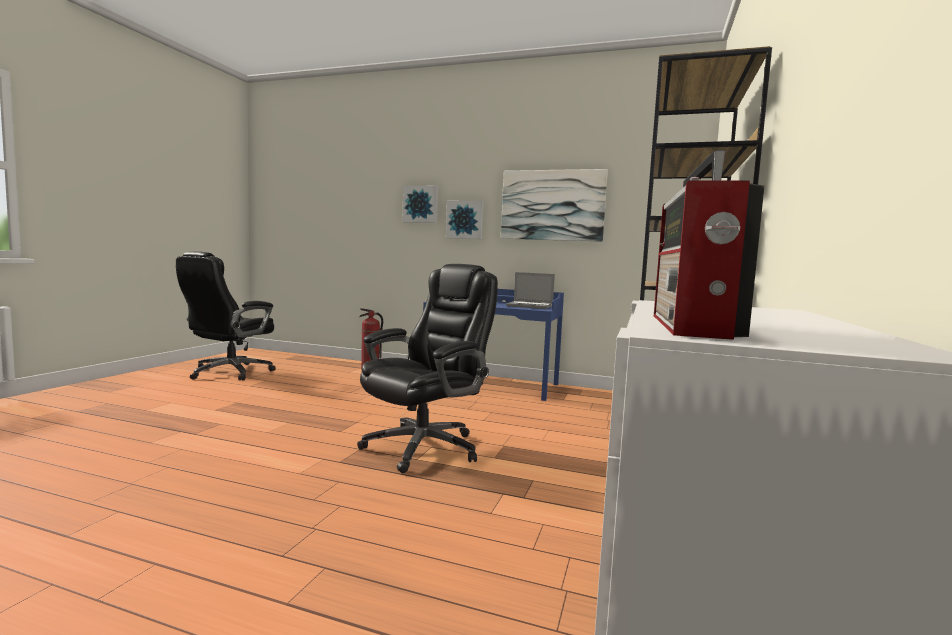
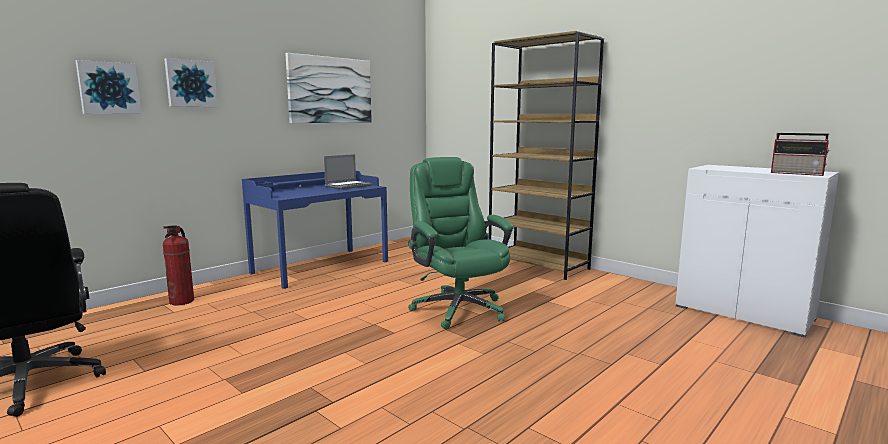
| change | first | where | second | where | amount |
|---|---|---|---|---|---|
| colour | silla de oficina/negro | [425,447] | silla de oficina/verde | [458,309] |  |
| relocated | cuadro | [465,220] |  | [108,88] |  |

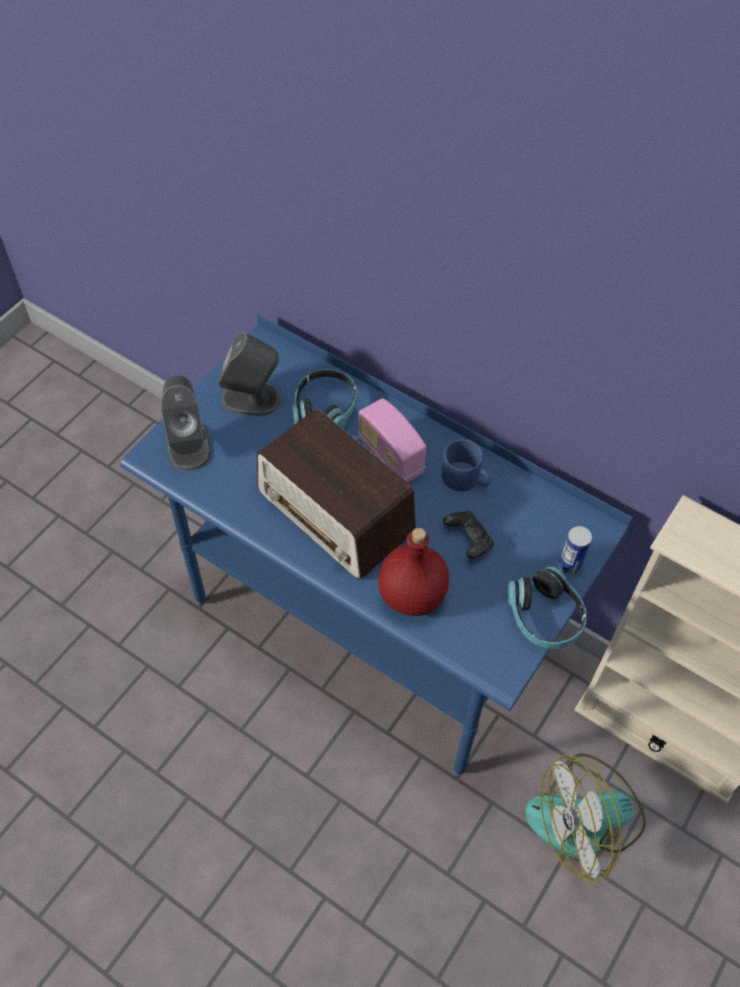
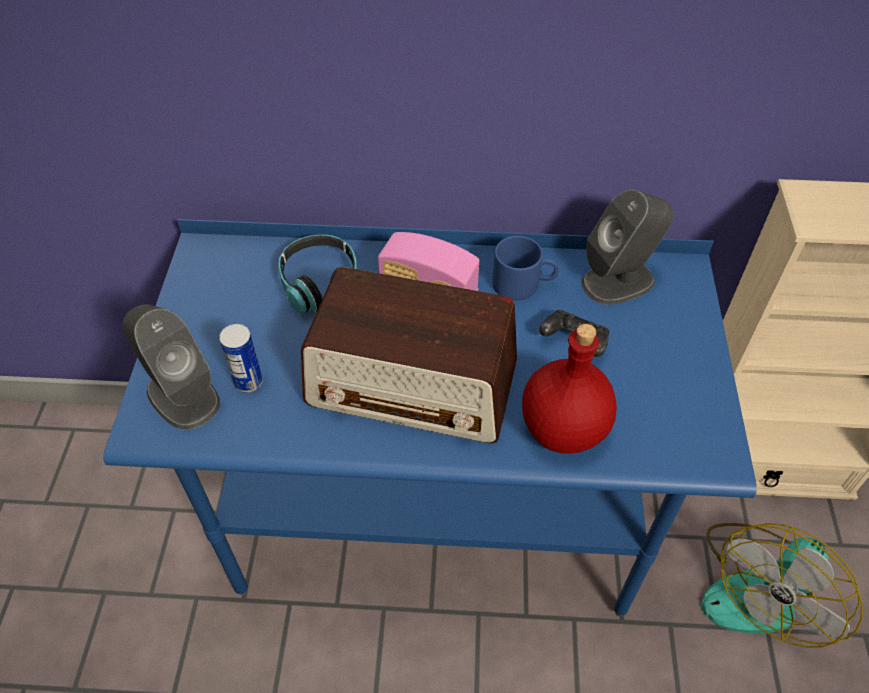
| change | first | where | second | where | amount |
|---|---|---|---|---|---|
| relocated | altavoz/gris | [252,399] |  | [618,281] |  |
| missing | auriculares | [545,616] |  |  |  |
| relocated | lata | [569,566] |  | [248,382] |  |

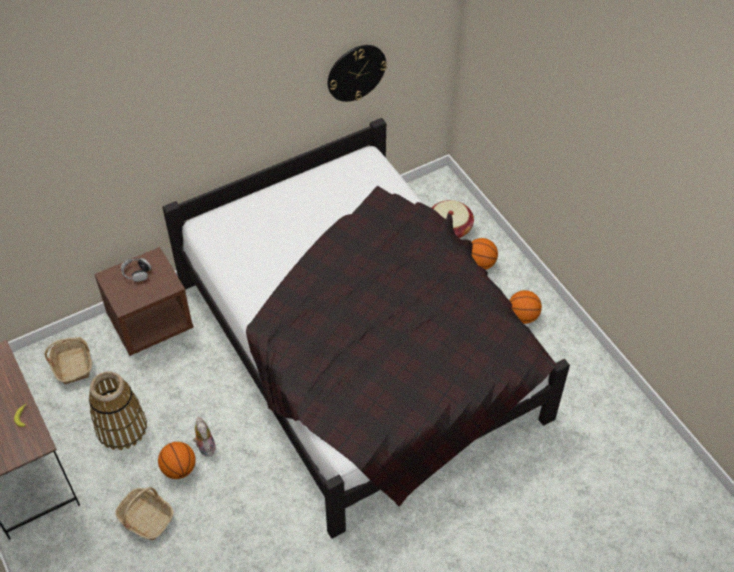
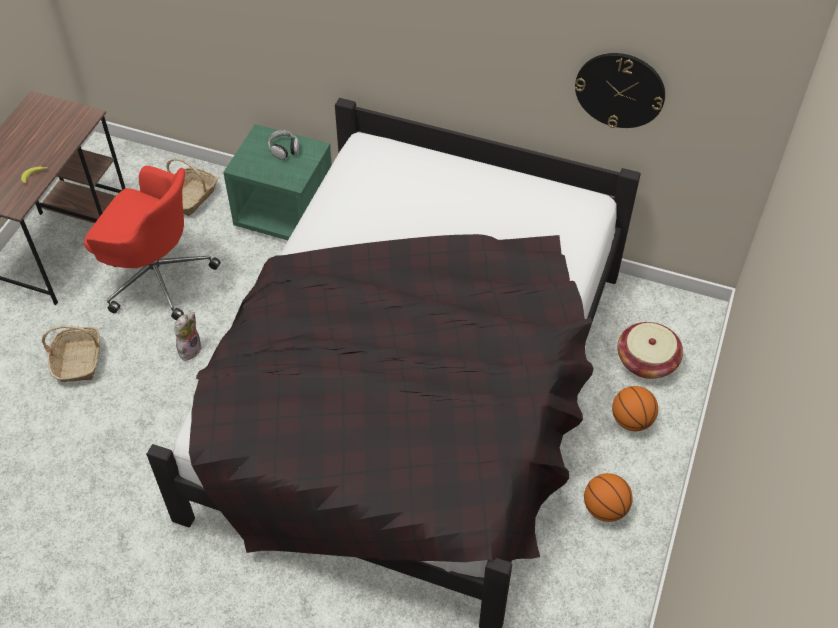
| change | first | where | second | where | amount |
|---|---|---|---|---|---|
| exchanged | cesta | [122,428] | silla de oficina/rojo | [156,276] |  |
| colour | mesita de noche/marrón | [151,322] | mesita de noche/verde | [285,214] |  |
| missing | balón de baloncesto | [179,469] |  |  |  |

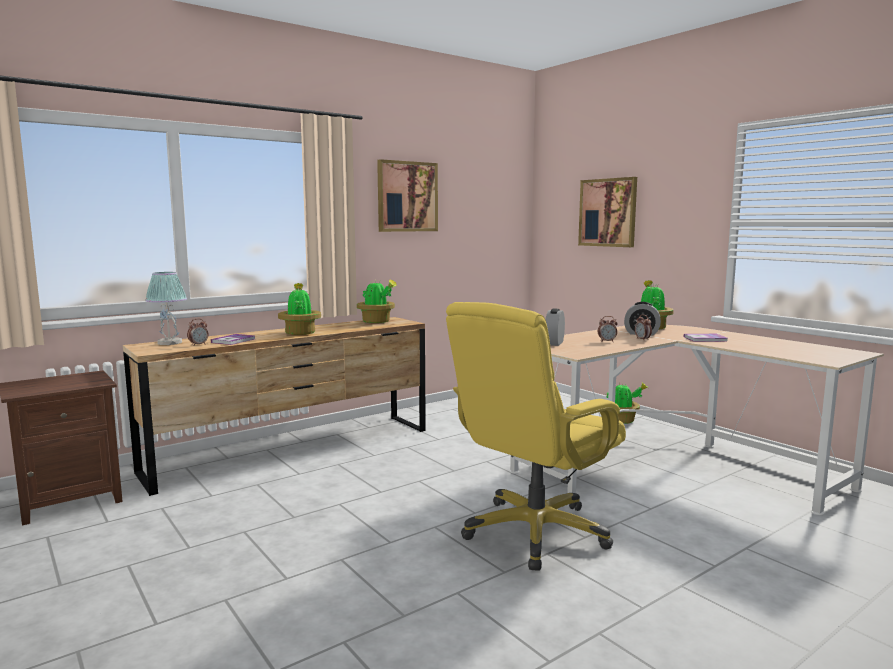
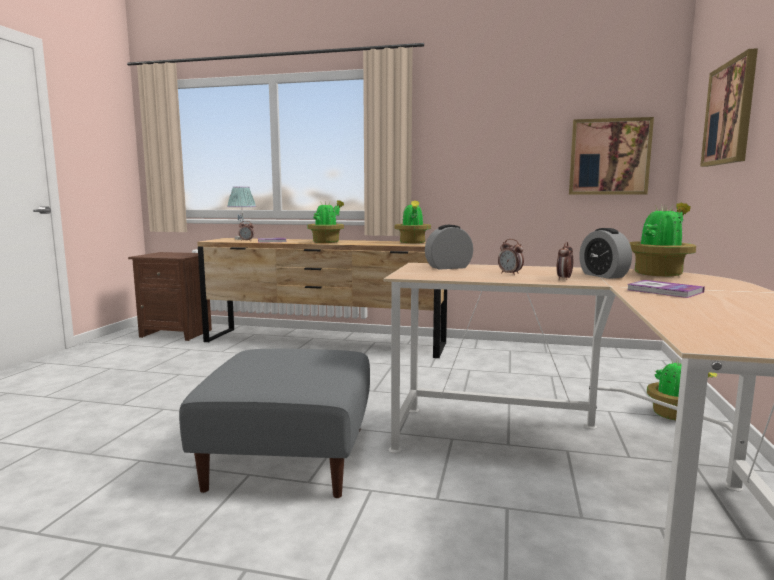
| change | first | where | second | where | amount |
|---|---|---|---|---|---|
| relocated | cuadro | [407,196] |  | [609,157] |  |
| exchanged | silla de oficina/amarillo | [535,532] | puf/gris | [288,457] |  |

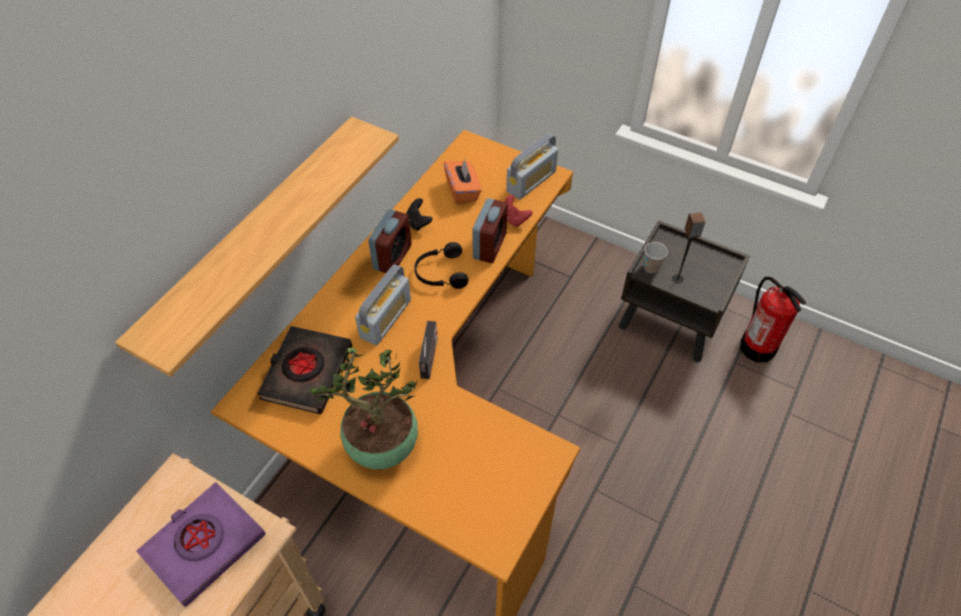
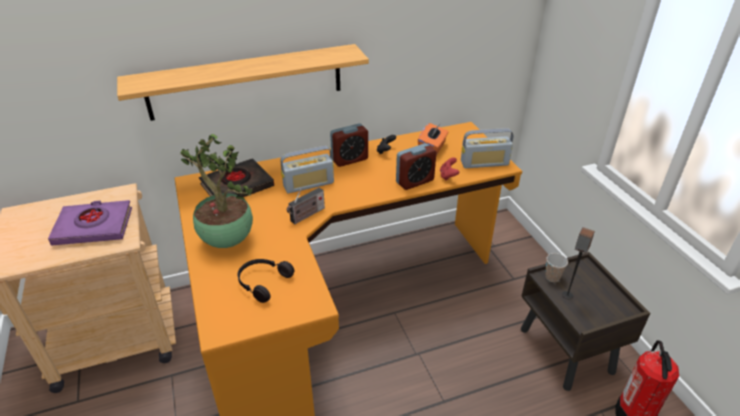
| change | first | where | second | where | amount |
|---|---|---|---|---|---|
| relocated | auriculares/negro | [440,273] |  | [262,282] |  |

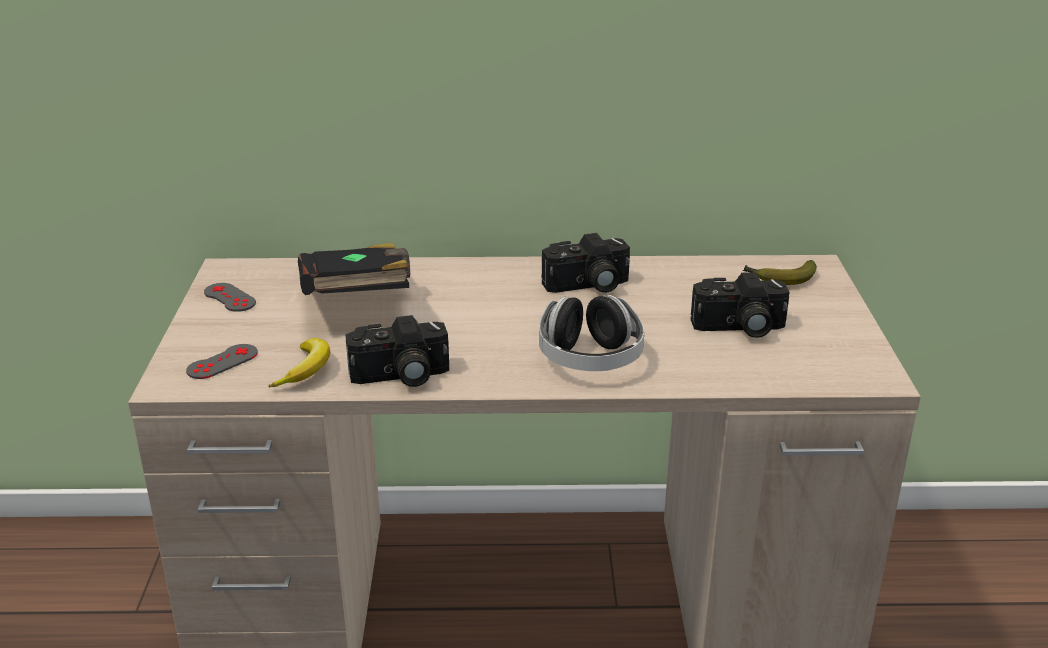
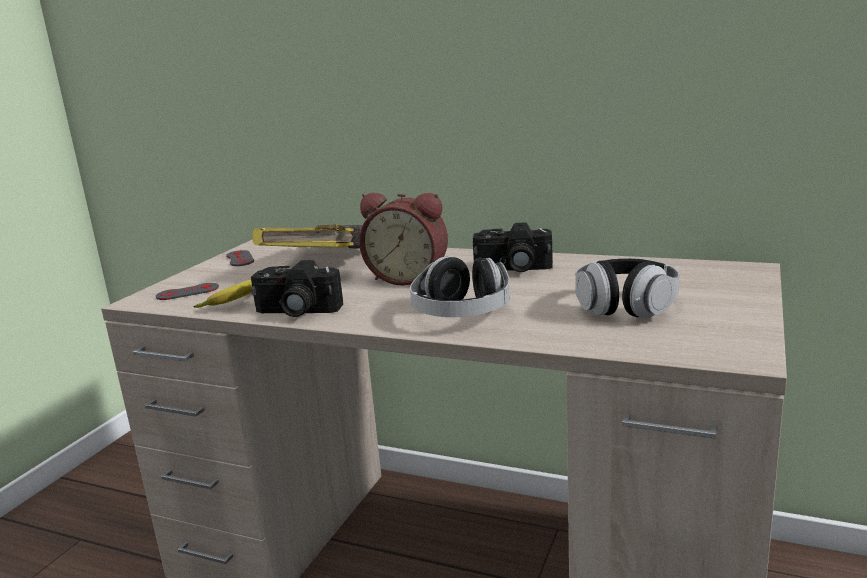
| change | first | where | second | where | amount |
|---|---|---|---|---|---|
| colour | libro/negro | [357,298] | libro/amarillo | [324,264] |  |
| exchanged | cámara | [739,328] | auriculares | [625,306] |  |
| missing | plátano | [780,279] |  |  |  |
| appeared |  |  | despertador | [409,278] |  |

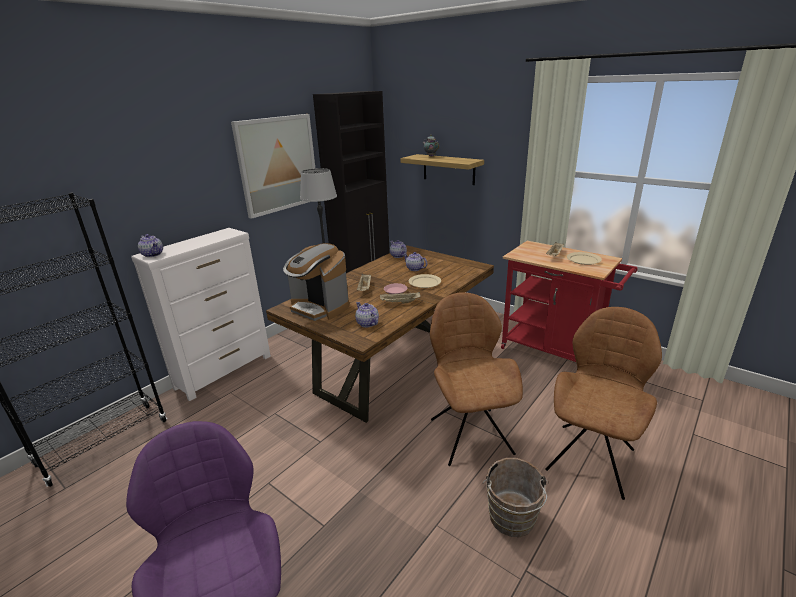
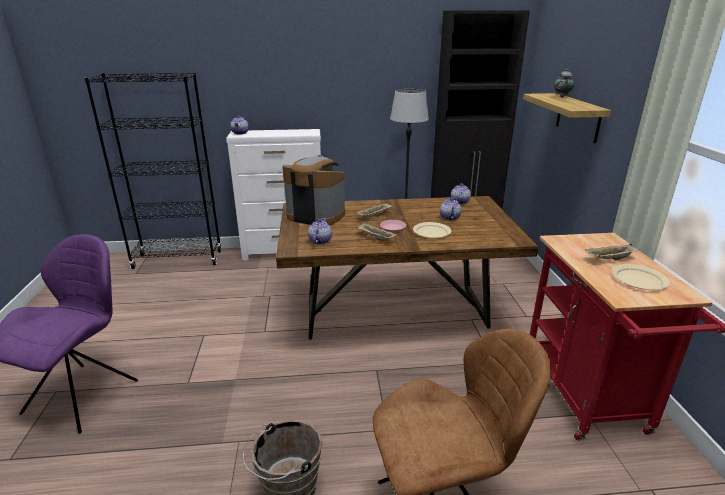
| change | first | where | second | where | amount |
|---|---|---|---|---|---|
| missing | cuadro | [278,164] |  |  |  |
| spun | cafetera | [319,307] |  | [315,215] | 120 degrees clockwise |
| missing | silla/marrón | [470,434] |  |  |  |

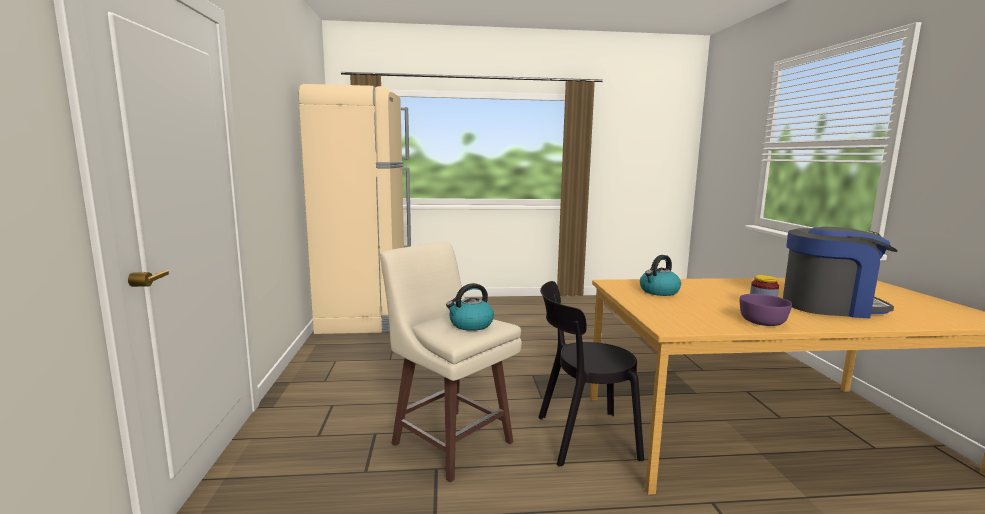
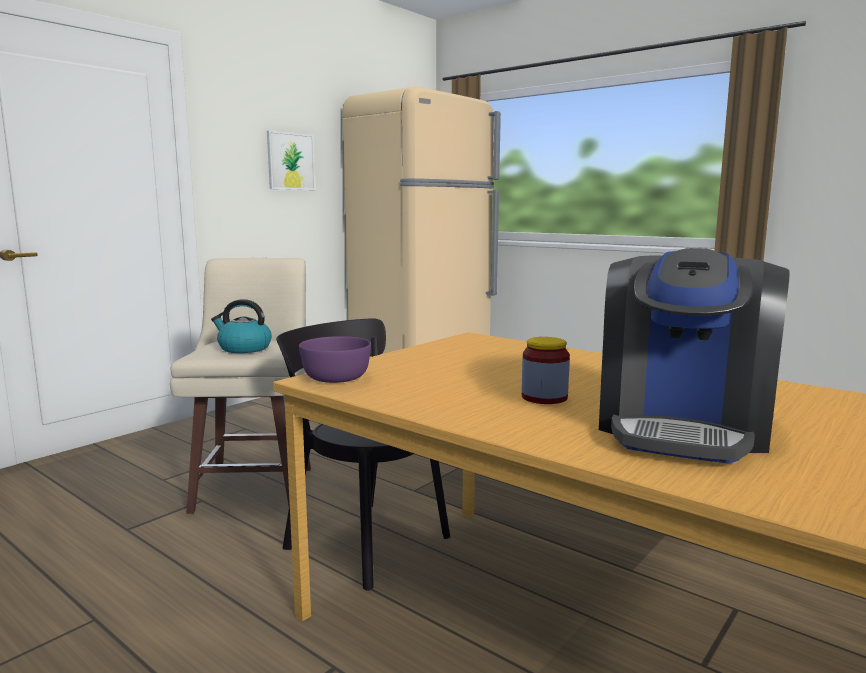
| change | first | where | second | where | amount |
|---|---|---|---|---|---|
| missing | hervidor | [659,292] |  |  |  |
| relocated | cuenco/morado | [763,321] |  | [337,378] |  |
| spun | cafetera | [829,306] |  | [682,427] | 60 degrees clockwise |
| appeared |  |  | cuadro | [290,161] |  |

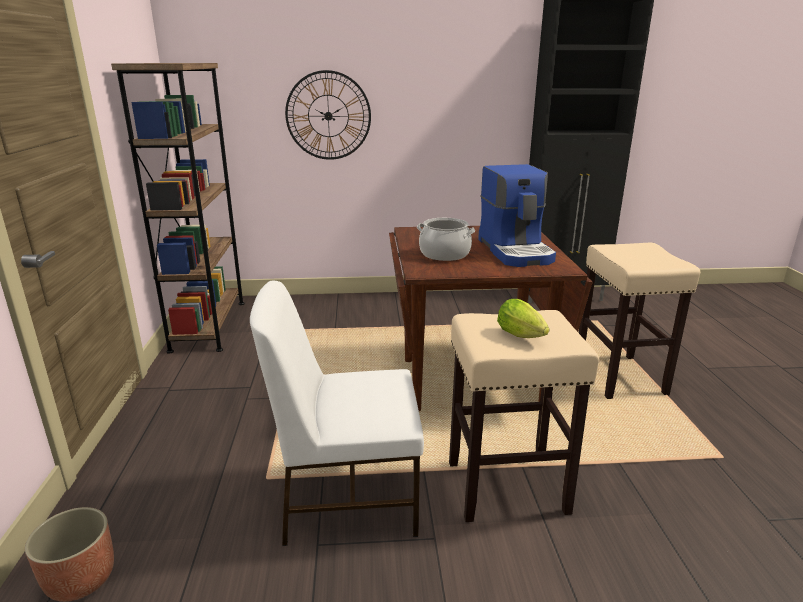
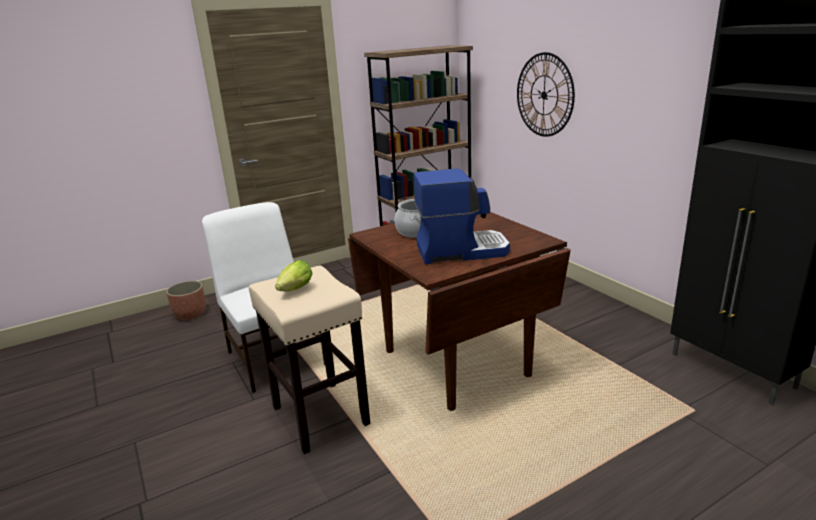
| change | first | where | second | where | amount |
|---|---|---|---|---|---|
| spun | cafetera | [516,251] |  | [461,250] | 150 degrees counterclockwise |
| missing | taburete/beis | [620,377] |  |  |  |

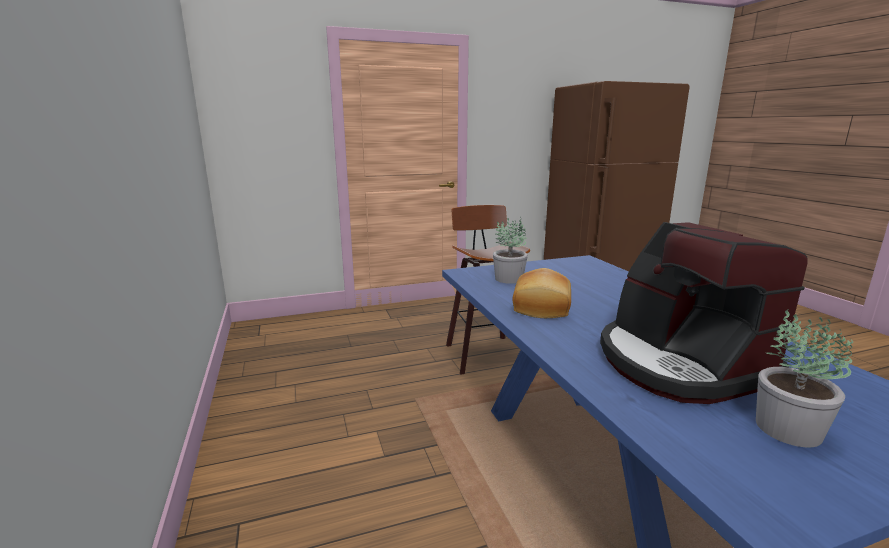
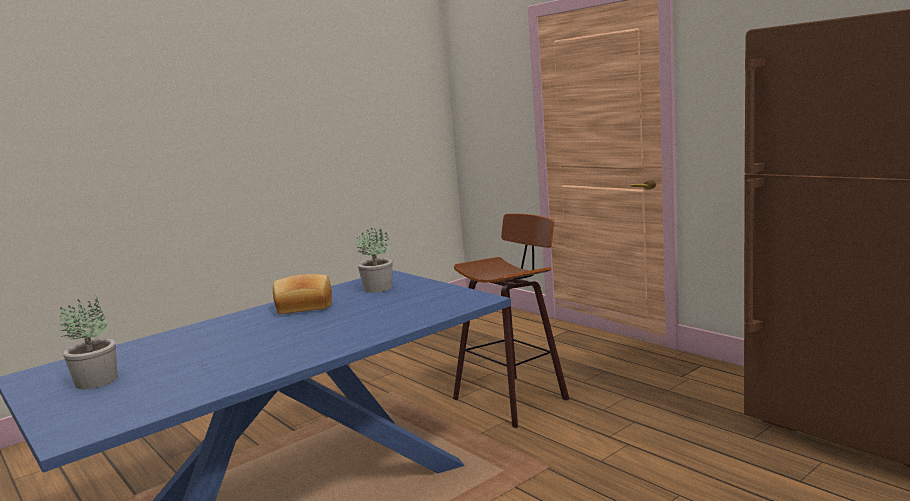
| change | first | where | second | where | amount |
|---|---|---|---|---|---|
| missing | cafetera | [678,363] |  |  |  |

